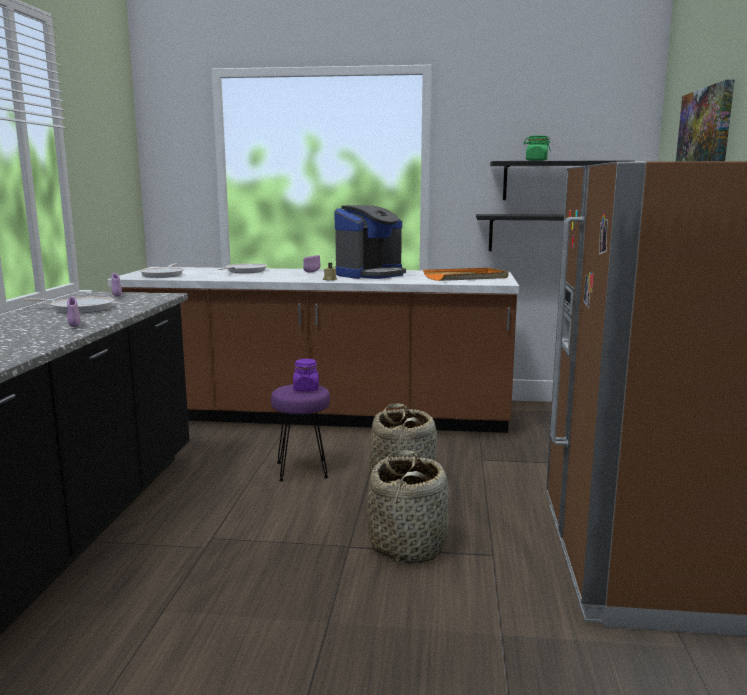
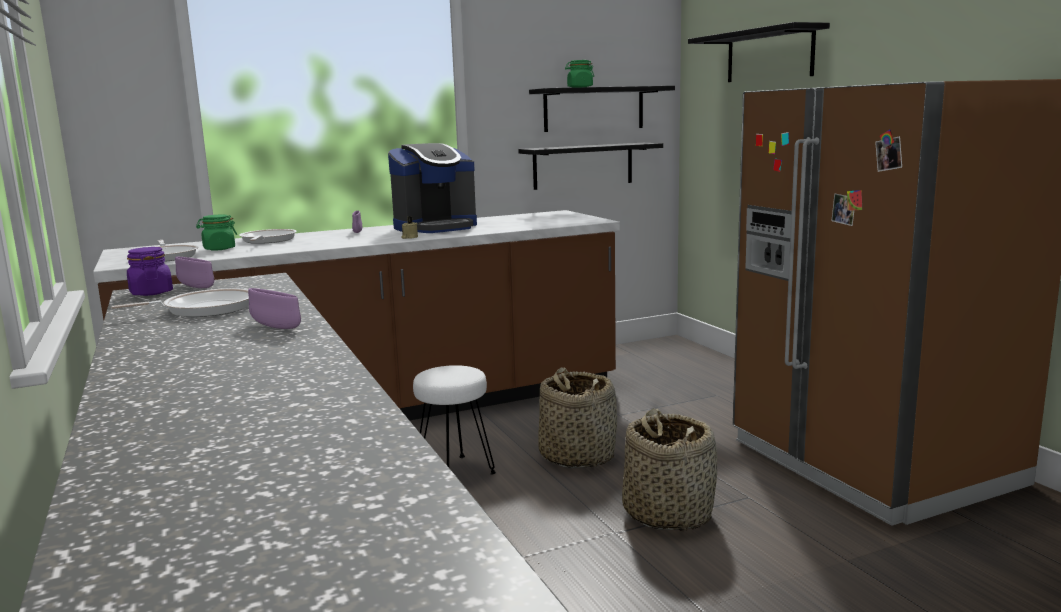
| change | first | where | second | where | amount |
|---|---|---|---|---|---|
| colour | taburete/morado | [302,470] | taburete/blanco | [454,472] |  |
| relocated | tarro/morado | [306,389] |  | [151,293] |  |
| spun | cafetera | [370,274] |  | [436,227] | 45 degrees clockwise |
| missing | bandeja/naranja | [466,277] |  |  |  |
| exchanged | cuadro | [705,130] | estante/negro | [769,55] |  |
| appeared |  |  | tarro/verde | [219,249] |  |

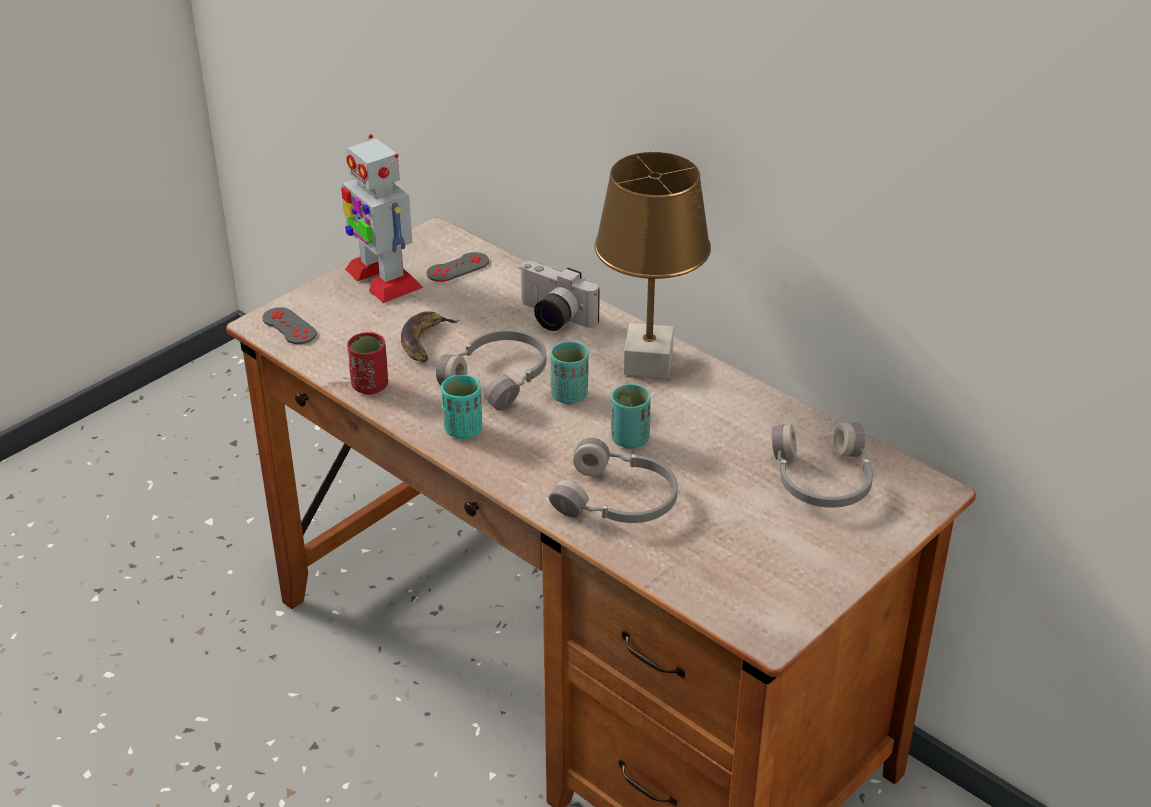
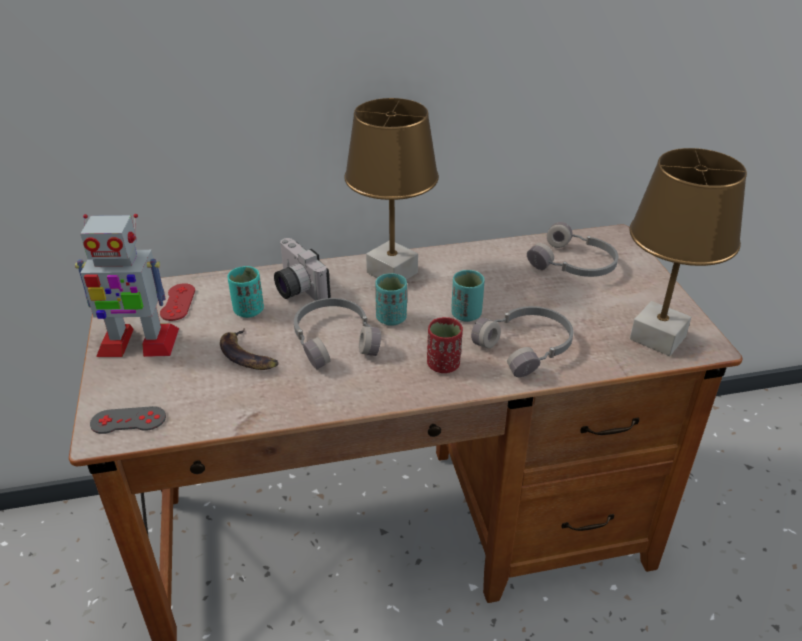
| change | first | where | second | where | amount |
|---|---|---|---|---|---|
| relocated | taza/rojo | [370,386] |  | [443,365] |  |
| colour | mando de consola/gris | [458,267] | mando de consola/rojo | [178,302] |  |
| relocated | taza/turquesa | [463,430] |  | [248,310] |  |
| spun | cámara | [552,318] |  | [296,288] | 75 degrees clockwise |
| appeared |  |  | lámpara de mesa/marrón | [656,338] |  |

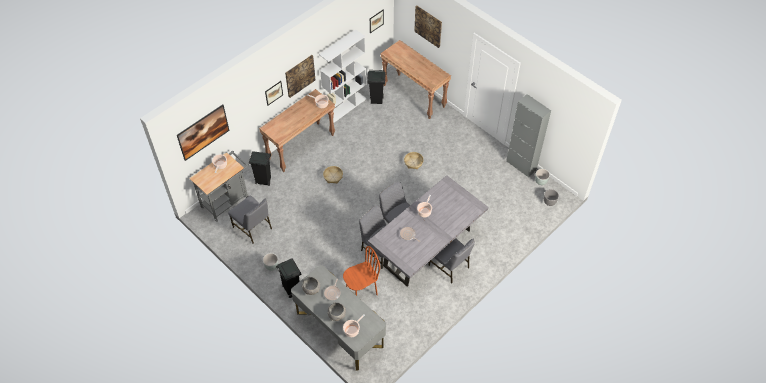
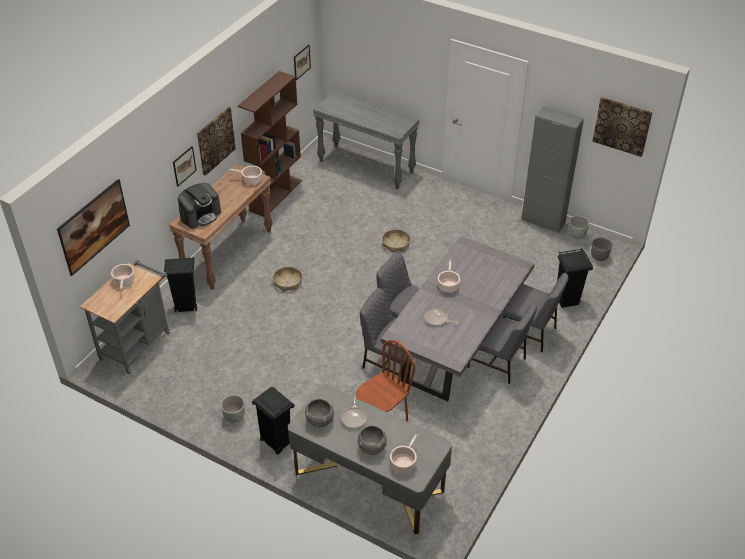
| change | first | where | second | where | amount |
|---|---|---|---|---|---|
| relocated | silla/gris | [253,228] |  | [529,332] |  |
| colour | estantería/blanco | [345,107] | estantería/marrón | [276,195] |  |
| relocated | papelera/negro | [377,100] |  | [567,300] |  |
| colour | mesa consola/marrón | [414,96] | mesa consola/gris | [366,166] |  |
| relocated | cuadro | [428,26] |  | [622,126] |  |
| appeared |  |  | cafetera | [200,215] |  |

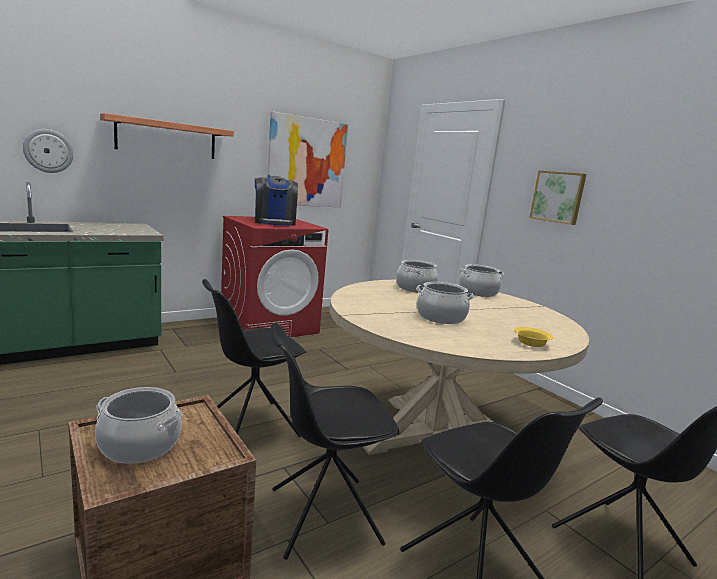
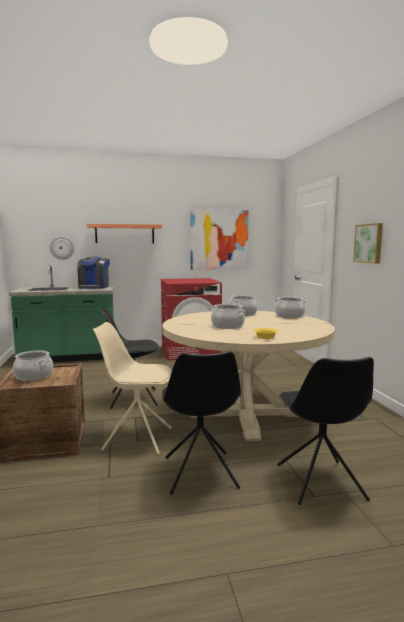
| change | first | where | second | where | amount |
|---|---|---|---|---|---|
| relocated | cafetera | [274,222] |  | [94,287] |  |
| colour | silla/negro | [322,516] | silla/beis | [136,438] |  |

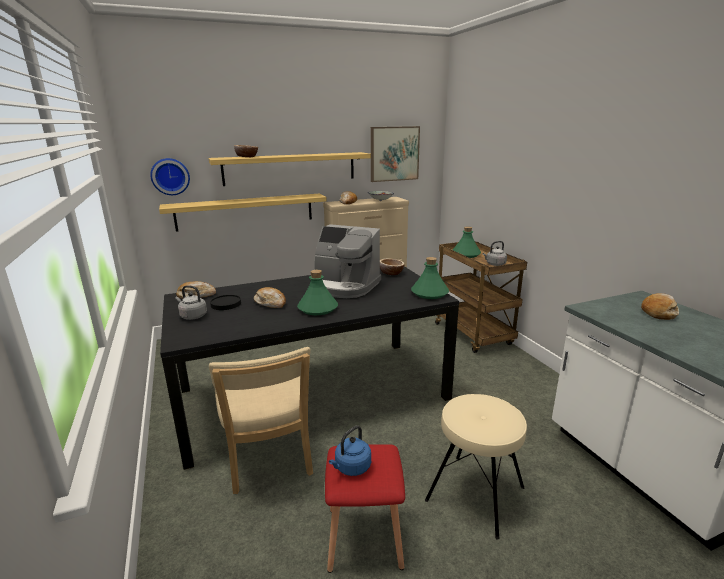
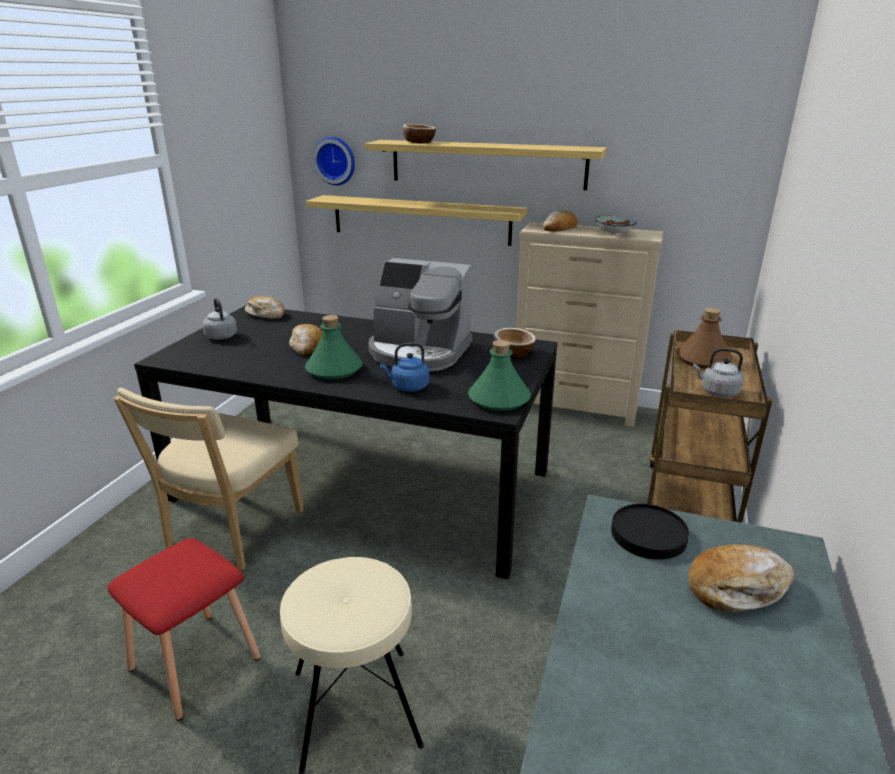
| change | first | where | second | where | amount |
|---|---|---|---|---|---|
| relocated | plato/negro | [226,304] |  | [649,535] |  |
| spun | cafetera | [344,286] |  | [419,352] | 45 degrees counterclockwise |
| relocated | hervidor/azul | [351,468] |  | [408,387] |  |
| missing | cuadro | [394,154] |  |  |  |
| colour | botella/verde | [465,254] | botella/marrón | [702,360] |  |

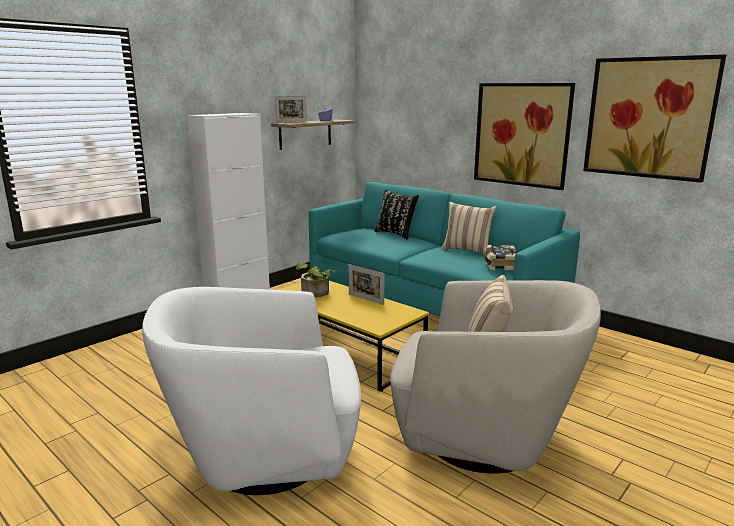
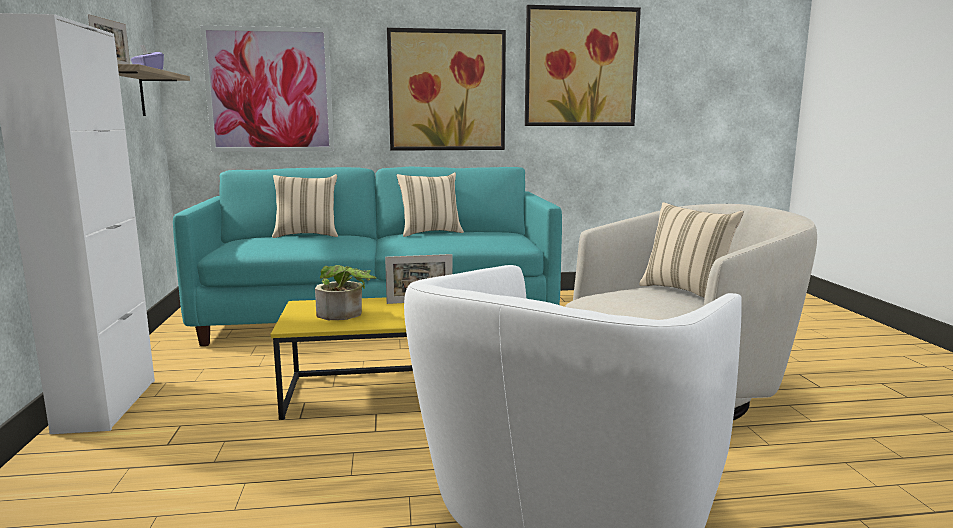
| change | first | where | second | where | amount |
|---|---|---|---|---|---|
| colour | cojín/negro | [396,234] | cojín/beis | [307,235] |  |
| missing | libro | [499,265] |  |  |  |
| appeared |  |  | cuadro | [269,90] |  |

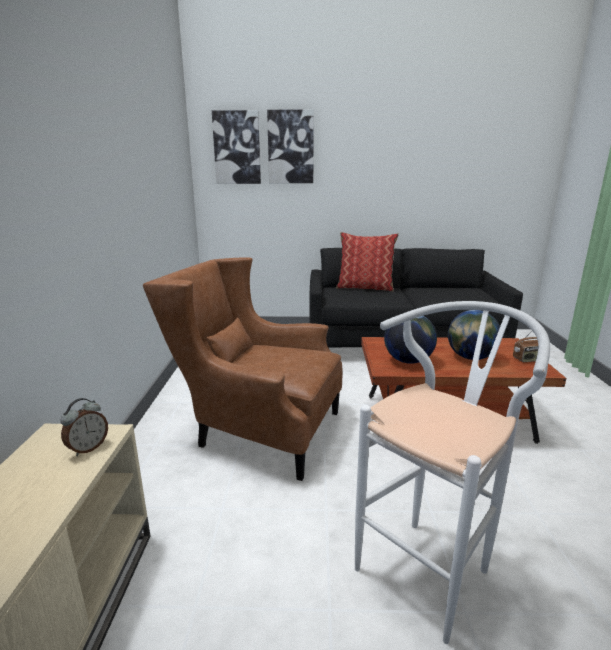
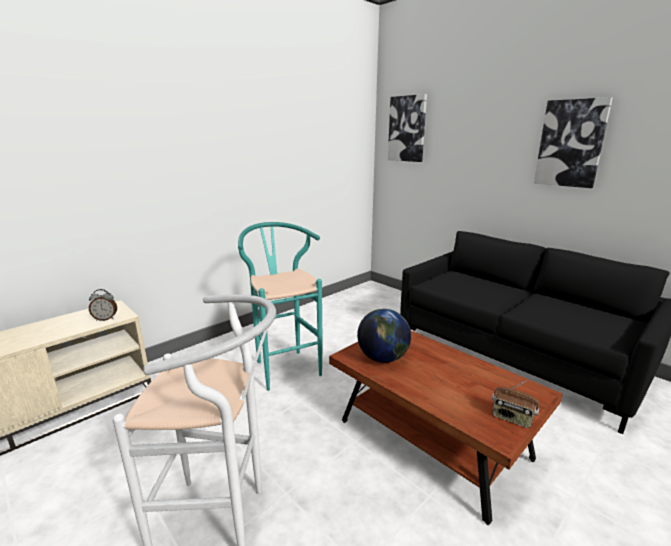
| change | first | where | second | where | amount |
|---|---|---|---|---|---|
| exchanged | sillón/marrón | [258,429] | taburete/turquesa | [284,365] |  |
| relocated | cuadro | [291,147] |  | [571,143] |  |
| missing | cojín | [365,288] |  |  |  |
| missing | globo terráqueo | [470,357] |  |  |  |

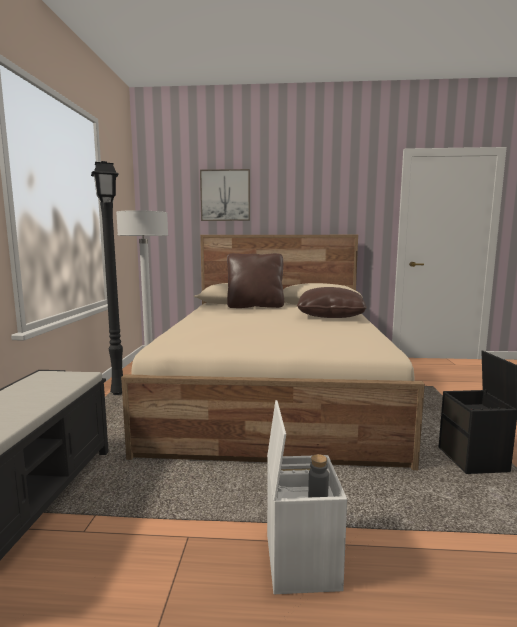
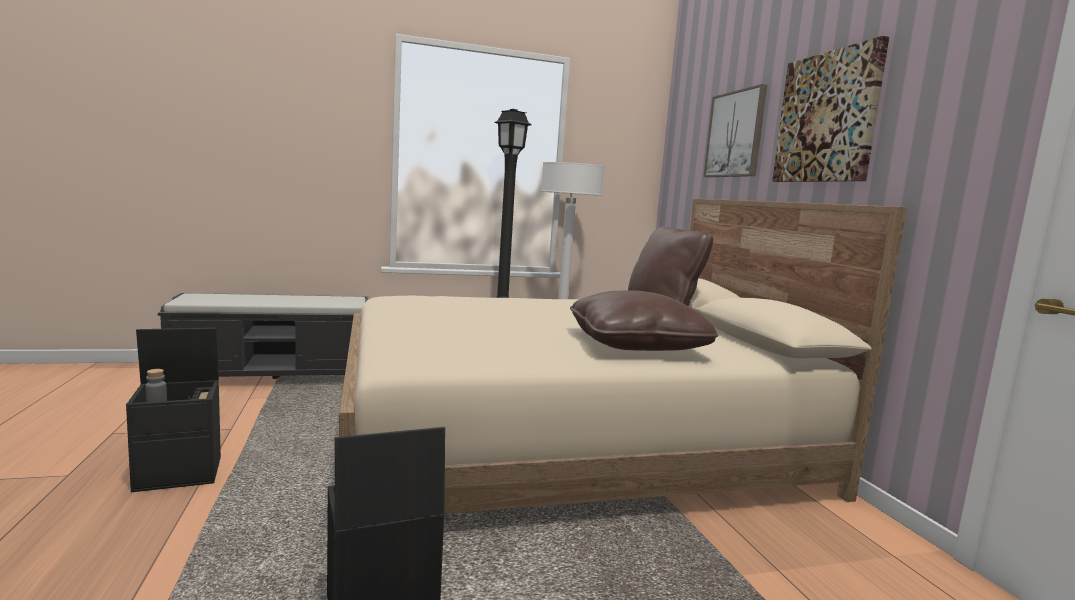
| change | first | where | second | where | amount |
|---|---|---|---|---|---|
| colour | caja de almacenaje/blanco | [300,560] | caja de almacenaje/negro | [181,473] |  |
| appeared |  |  | cuadro | [827,118] |  |

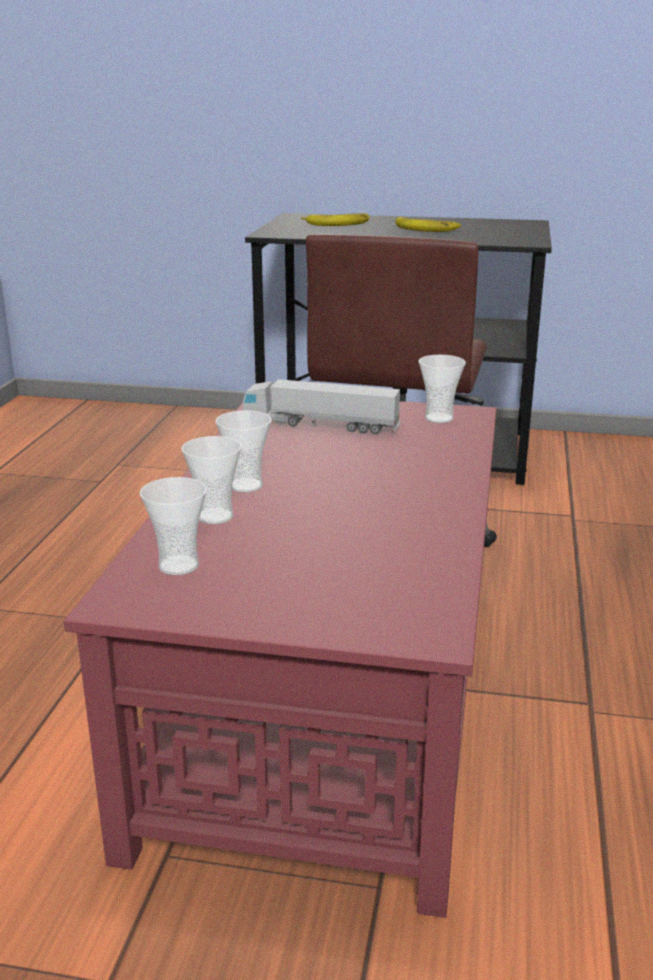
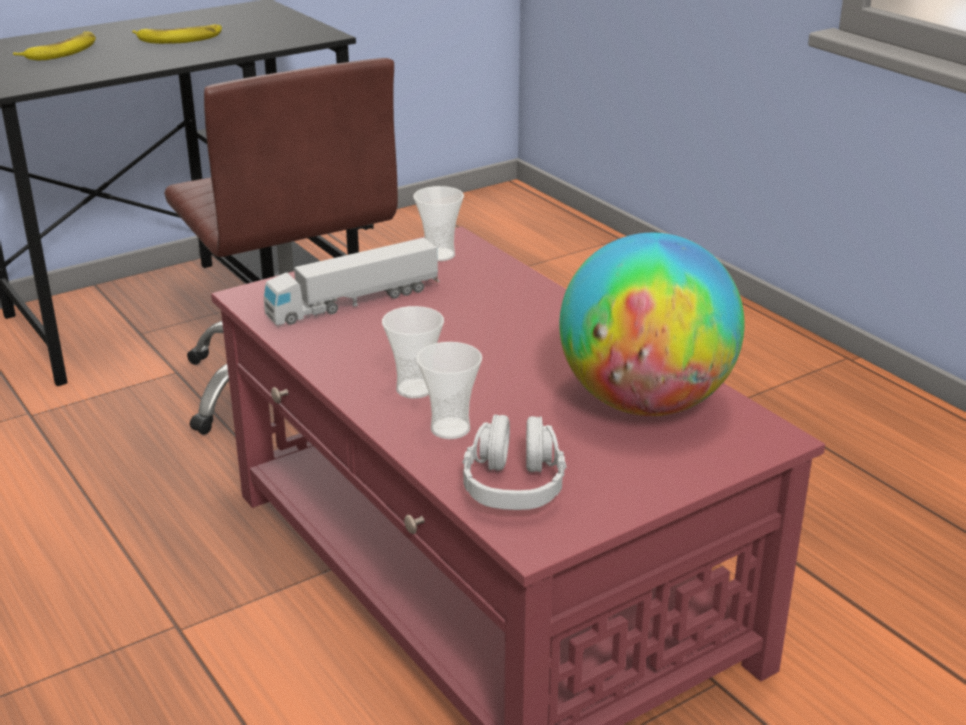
| change | first | where | second | where | amount |
|---|---|---|---|---|---|
| exchanged | taza | [178,565] | auriculares/gris | [514,484] |  |
| appeared |  |  | globo terráqueo | [644,403] |  |

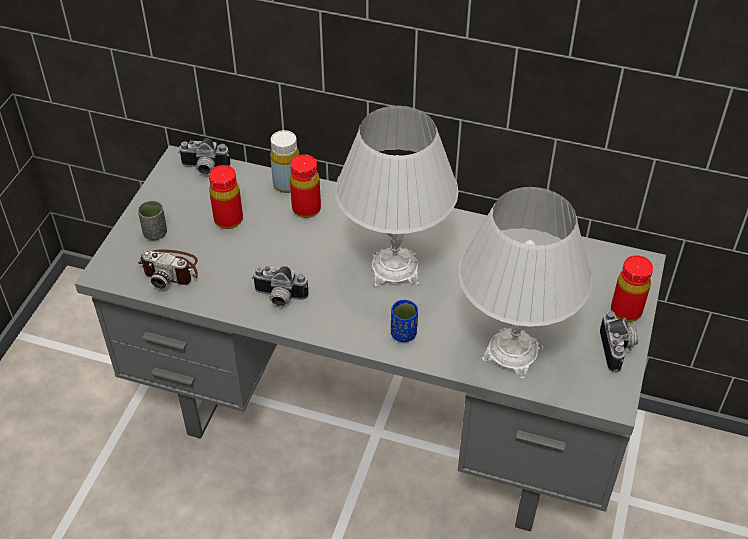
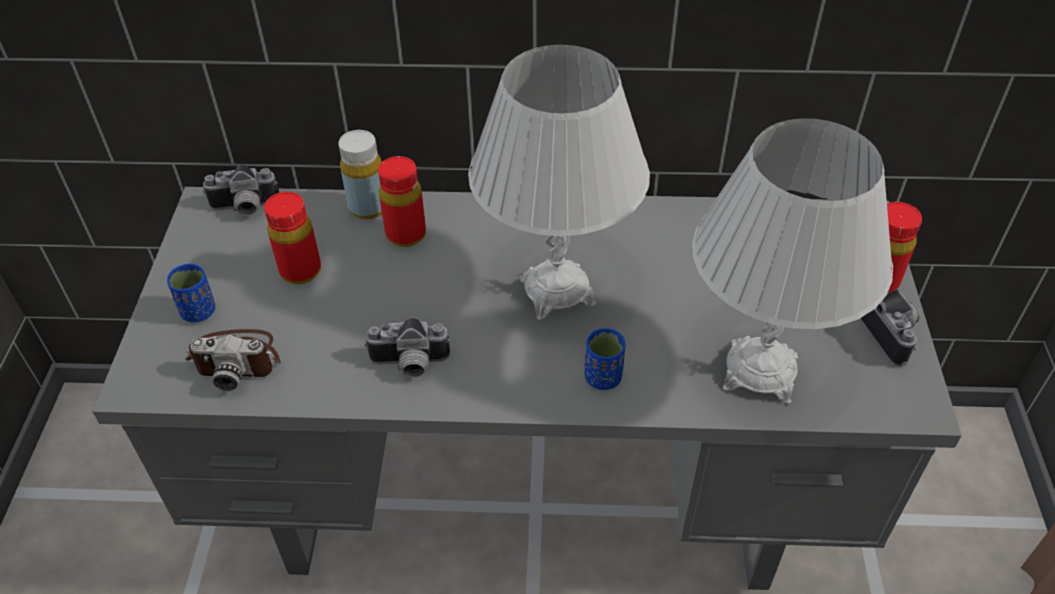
| change | first | where | second | where | amount |
|---|---|---|---|---|---|
| colour | taza/gris | [155,233] | taza/azul | [198,311] |  |

